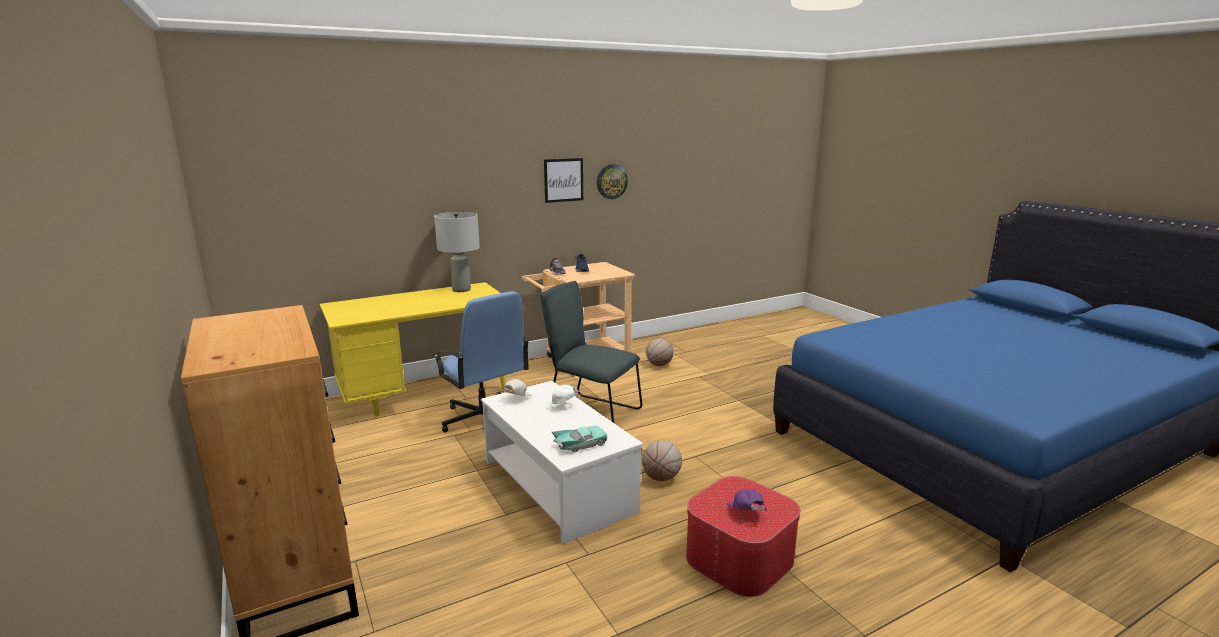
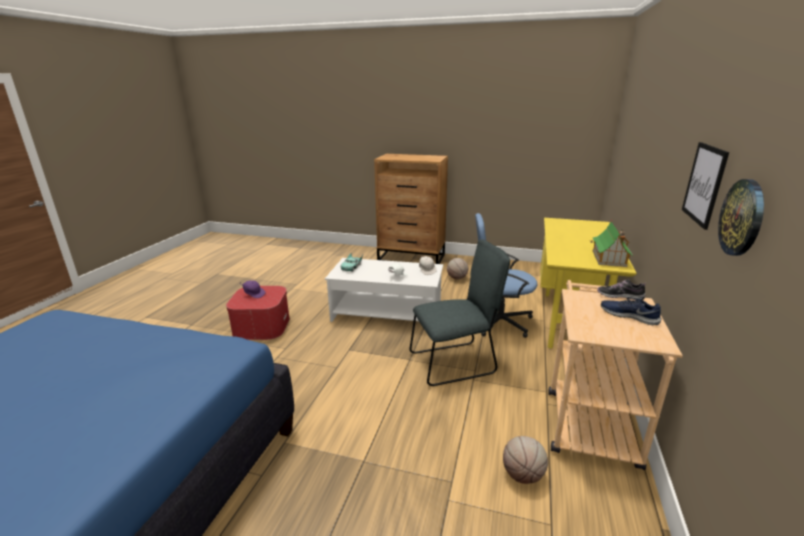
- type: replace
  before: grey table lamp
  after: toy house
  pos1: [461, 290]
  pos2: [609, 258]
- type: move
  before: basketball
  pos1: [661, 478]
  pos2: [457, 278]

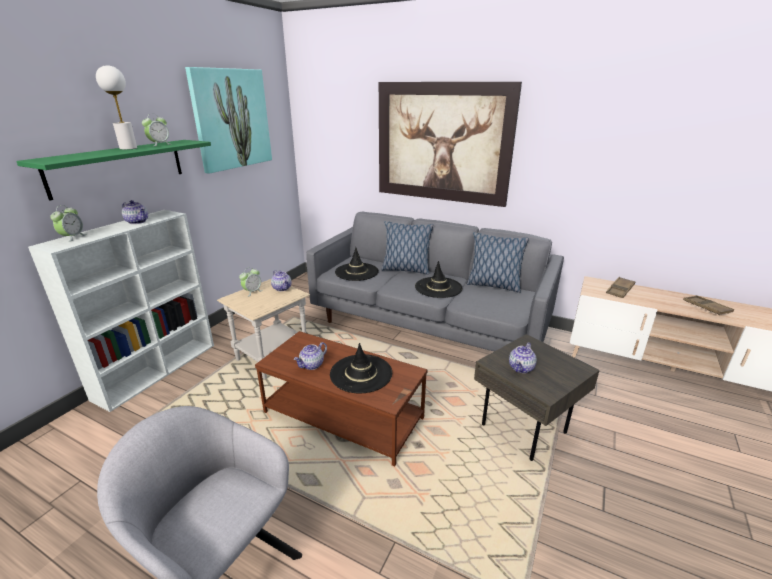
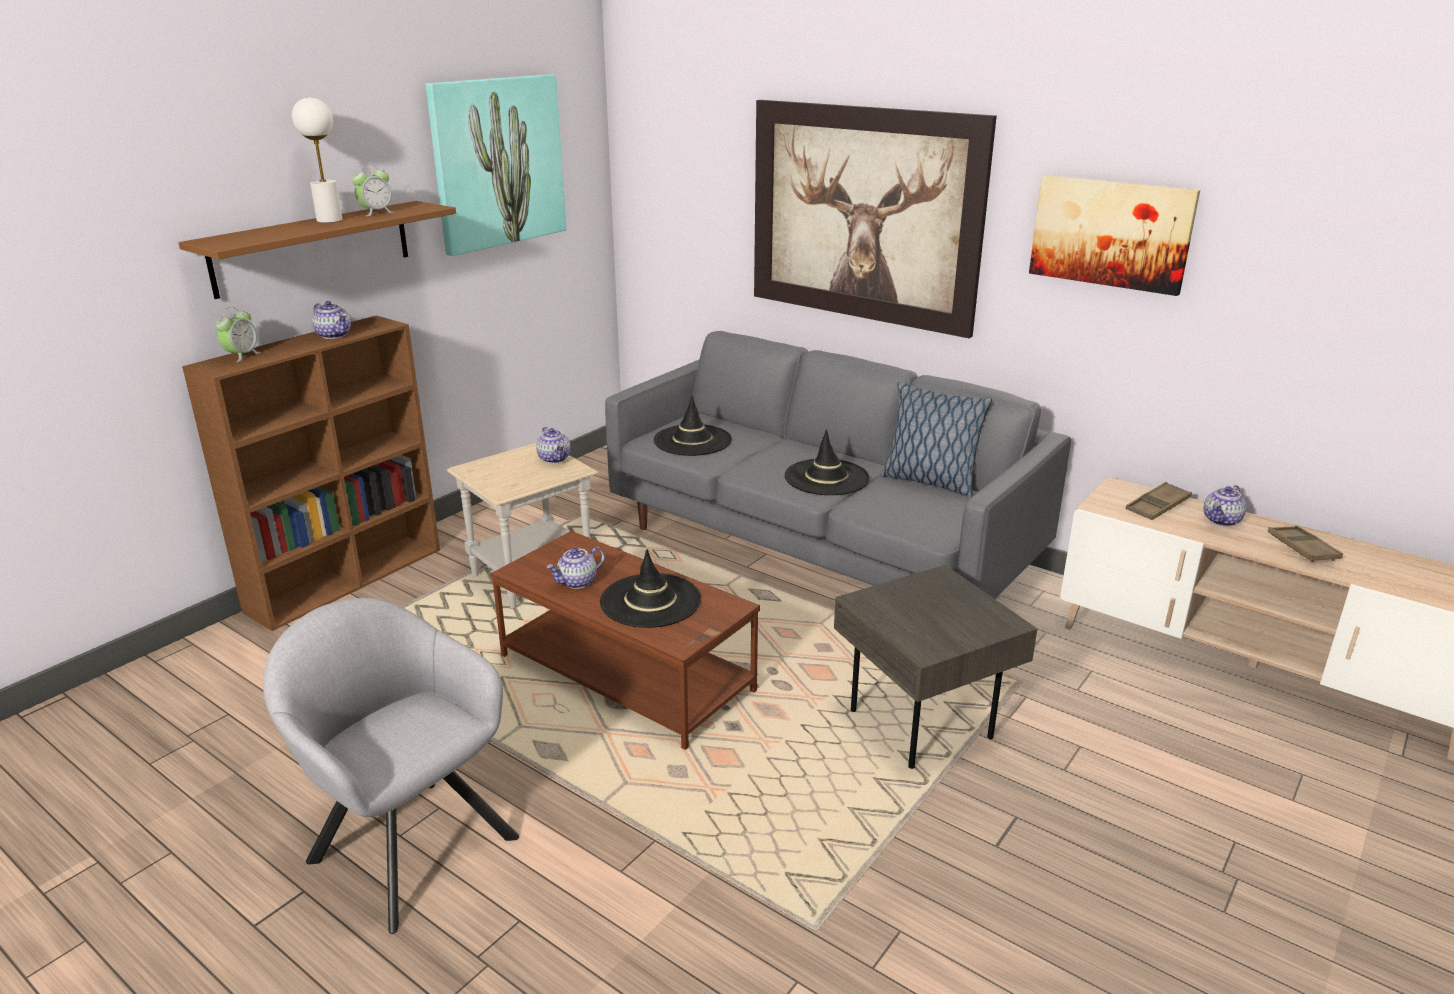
- type: recolor
  before: green shelf
  after: brown shelf
  pos1: [118, 167]
  pos2: [313, 248]
- type: recolor
  before: white bookcase
  after: brown bookcase
  pos1: [158, 370]
  pos2: [348, 579]
- type: delete
  before: alarm clock
  pos1: [252, 292]
- type: delete
  before: pillow
  pos1: [405, 270]
- type: move
  before: teapot
  pos1: [521, 368]
  pos2: [1222, 521]
- type: insert
  after: picture
  pos2: [1111, 233]

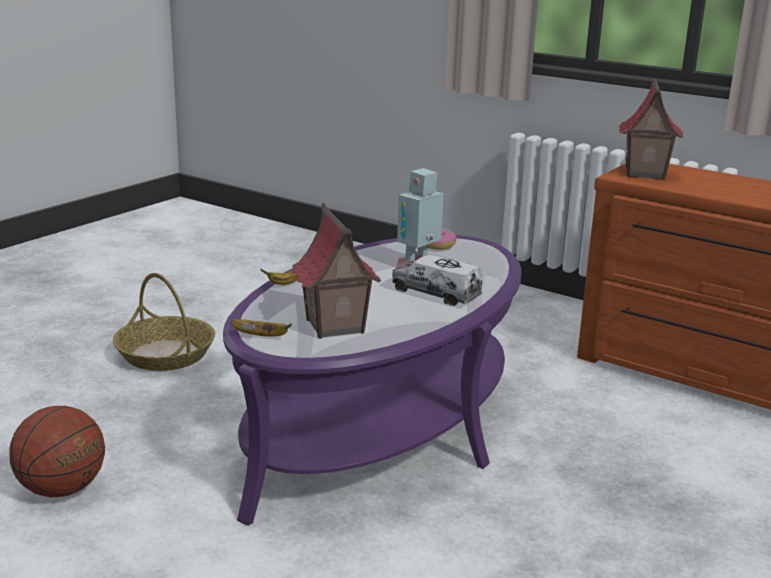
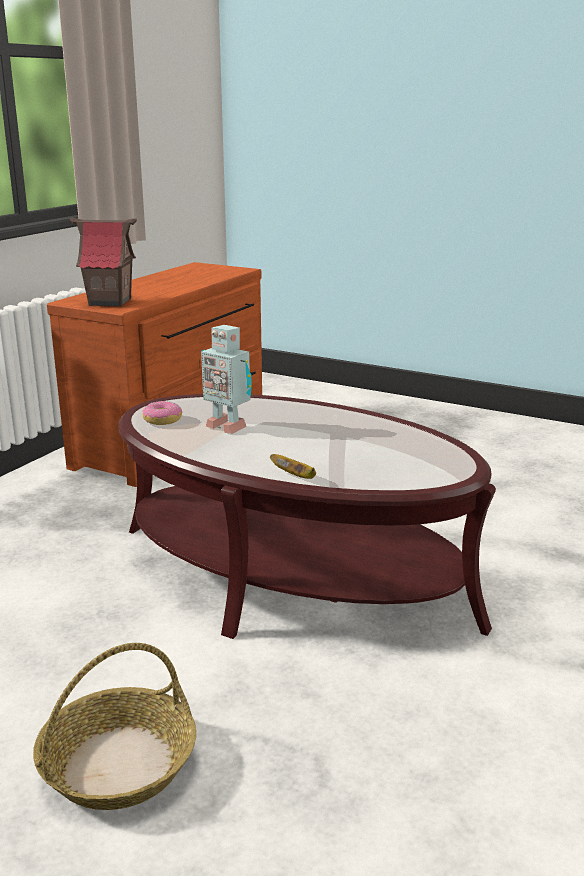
- type: delete
  before: basketball
  pos1: [62, 490]
- type: recolor
  before: purple coffee table
  after: brown coffee table
  pos1: [381, 426]
  pos2: [292, 575]
- type: delete
  before: banana
  pos1: [262, 336]
- type: delete
  before: toy house
  pos1: [334, 326]
- type: delete
  before: toy truck
  pos1: [436, 293]

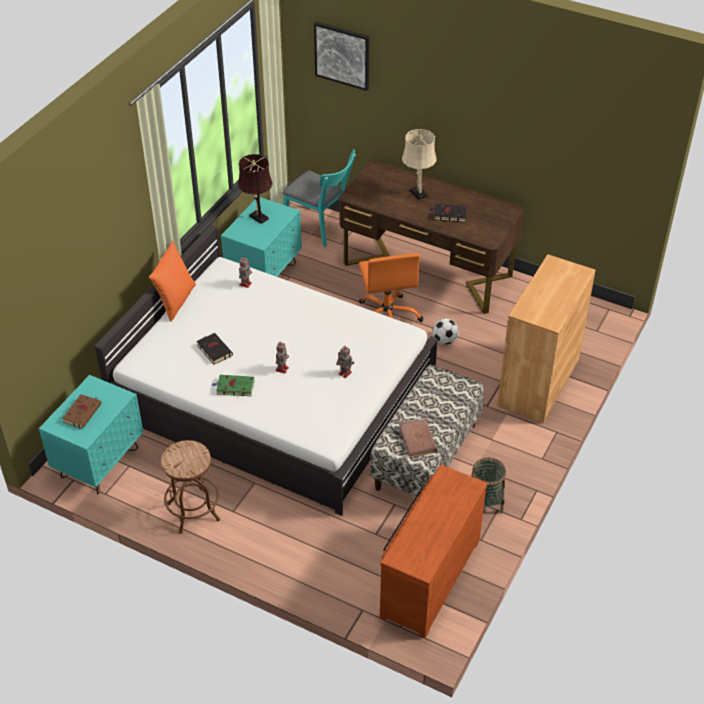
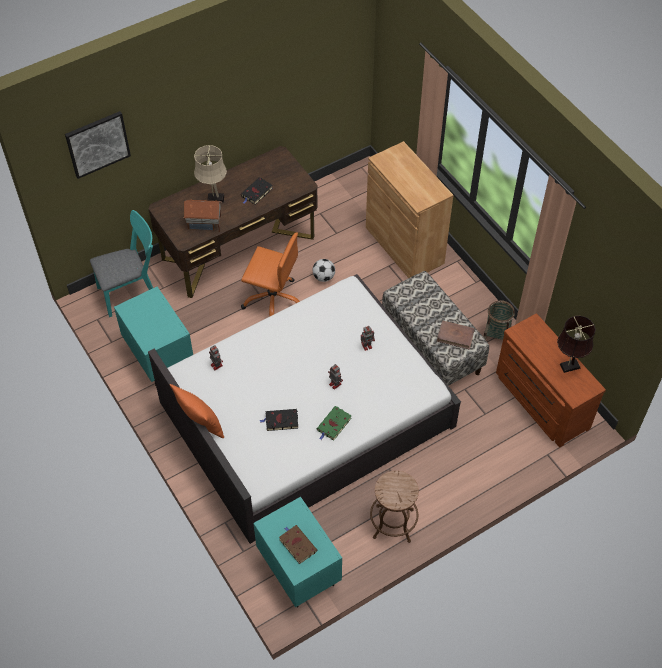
- type: move
  before: brown table lamp
  pos1: [257, 216]
  pos2: [568, 366]
- type: insert
  after: toy house
  pos2: [204, 224]

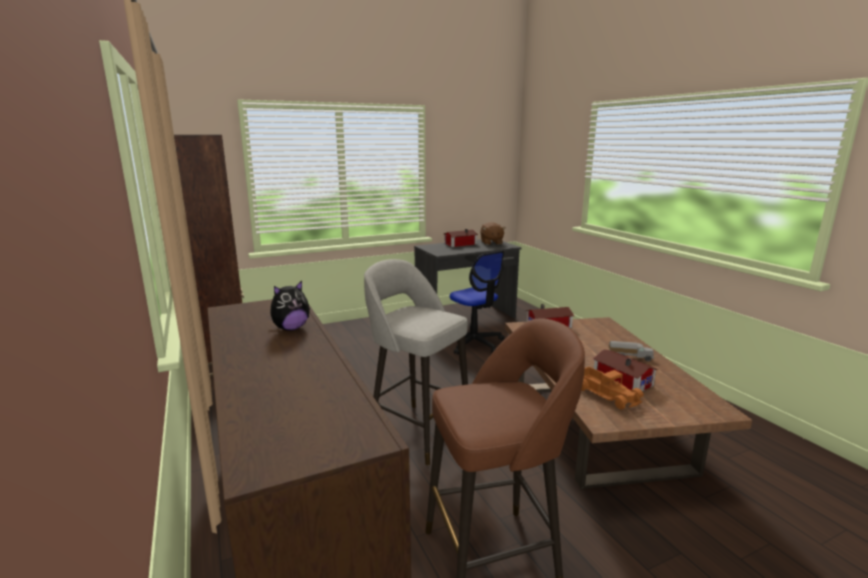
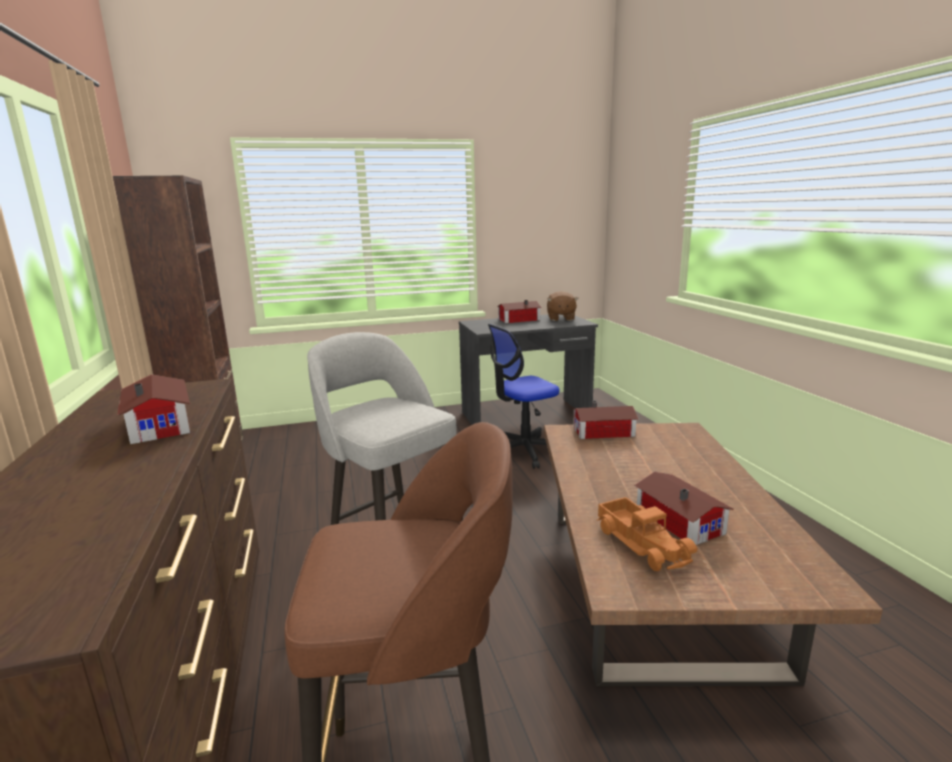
- type: replace
  before: plush toy
  after: toy house
  pos1: [290, 328]
  pos2: [162, 423]
- type: rotate
  before: office chair
  pos1: [474, 343]
  pos2: [523, 451]
  turn: 90
- type: delete
  before: toy truck
  pos1: [630, 357]

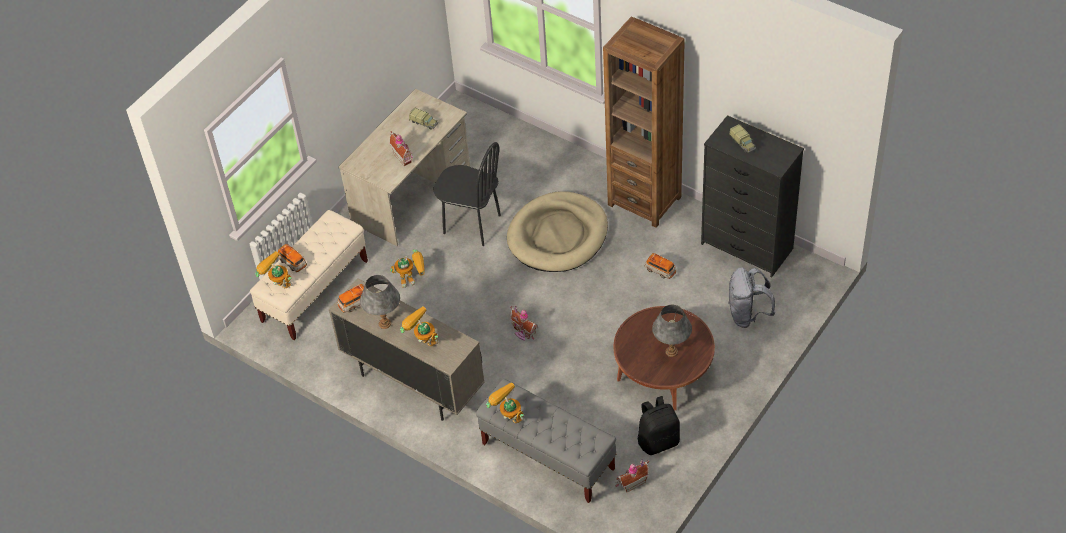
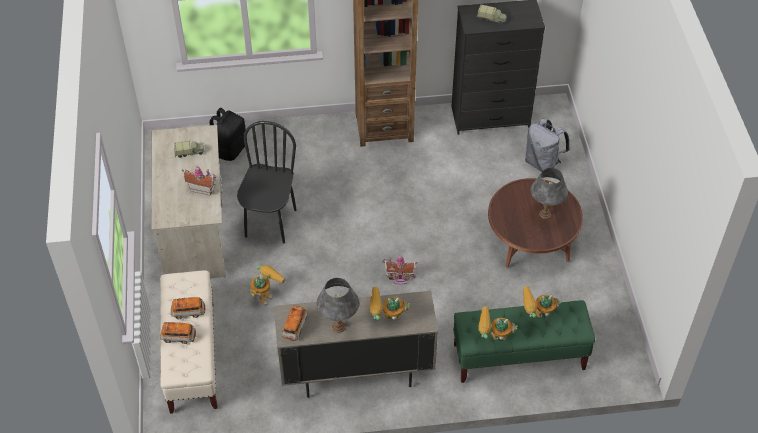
- type: move
  before: toy robot
  pos1: [277, 285]
  pos2: [536, 317]
- type: rotate
  before: black chair
  pos1: [472, 225]
  pos2: [270, 223]
  turn: -60
- type: recolor
  before: grey bench
  after: green bench
  pos1: [547, 456]
  pos2: [518, 357]
- type: delete
  before: beige dog bed
  pos1: [558, 235]
- type: delete
  before: toy house
  pos1: [631, 482]
- type: move
  before: black backpack
  pos1: [658, 441]
  pos2: [230, 149]
- type: move
  before: toy car
  pos1: [660, 271]
  pos2: [188, 312]

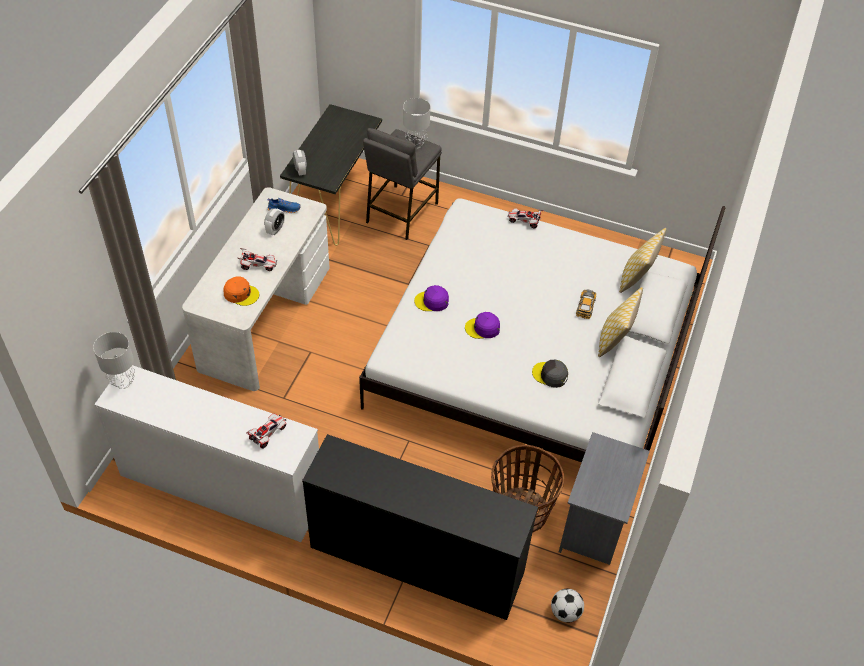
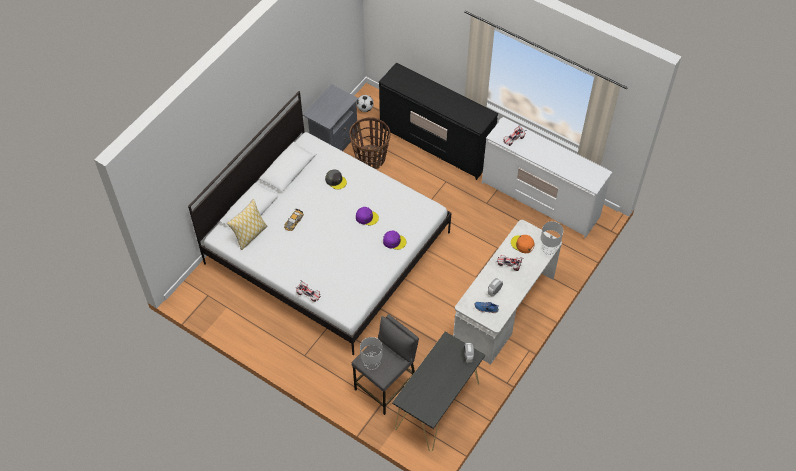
- type: move
  before: grey table lamp
  pos1: [123, 381]
  pos2: [548, 250]
- type: delete
  before: pillow
  pos1: [614, 339]

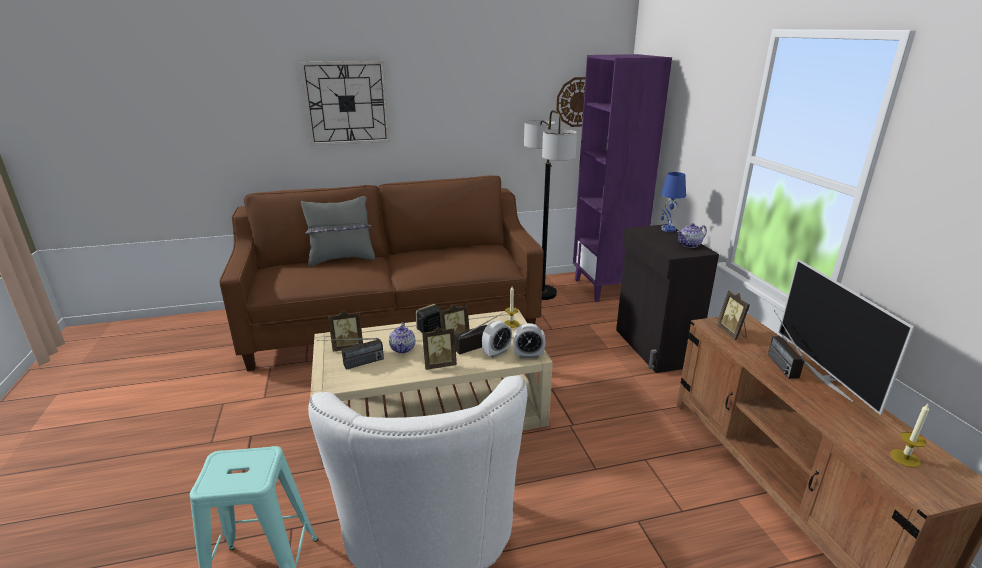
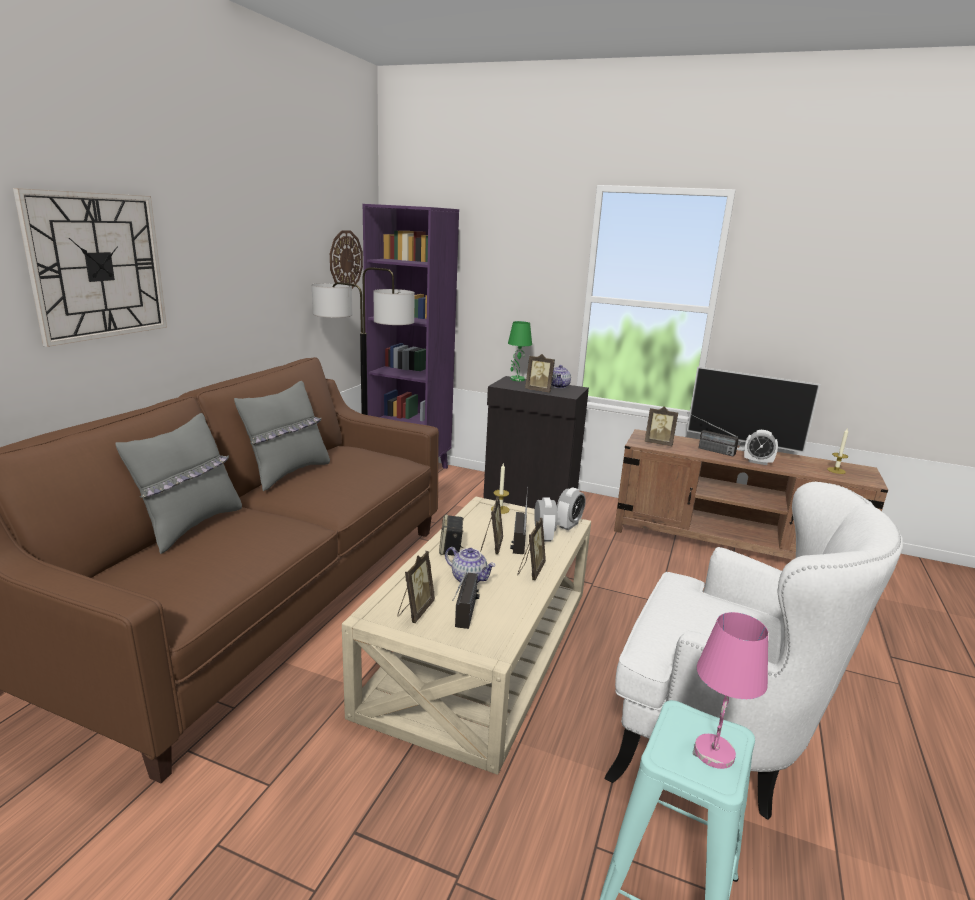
- type: recolor
  before: blue table lamp
  after: green table lamp
  pos1: [667, 229]
  pos2: [517, 379]
- type: insert
  after: grey pillow
  pos2: [288, 473]
- type: insert
  after: picture frame
  pos2: [539, 390]
- type: insert
  after: pink table lamp
  pos2: [714, 754]
- type: insert
  after: alarm clock
  pos2: [757, 462]

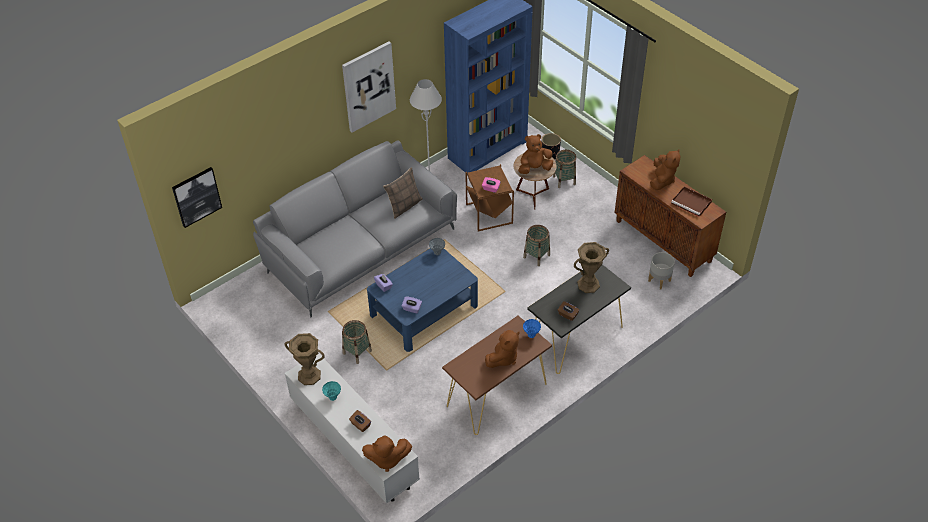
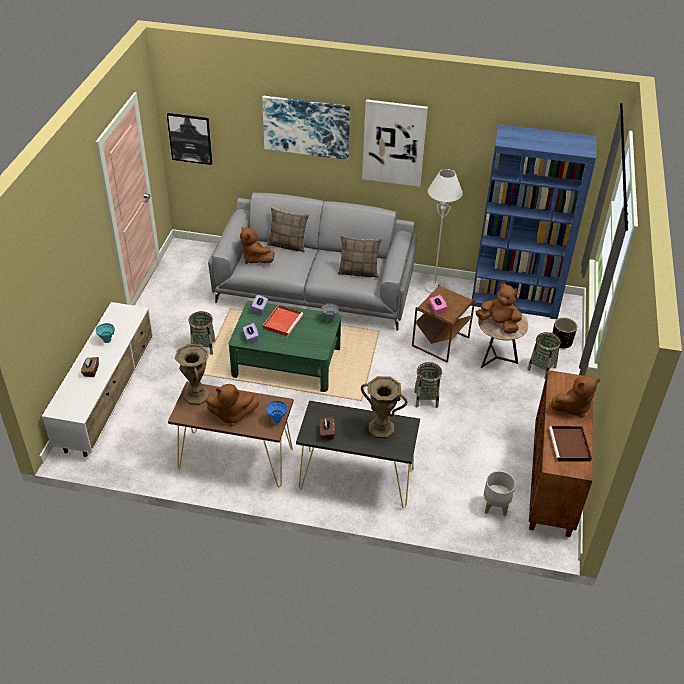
- type: move
  before: brown vase
  pos1: [309, 376]
  pos2: [196, 395]
- type: move
  before: brown plush toy
  pos1: [386, 459]
  pos2: [255, 259]
- type: recolor
  before: blue coffee table
  after: green coffee table
  pos1: [424, 310]
  pos2: [286, 361]
- type: insert
  after: picture
  pos2: [306, 127]
- type: insert
  after: red tray
  pos2: [282, 321]
- type: insert
  after: pillow
  pos2: [288, 245]

